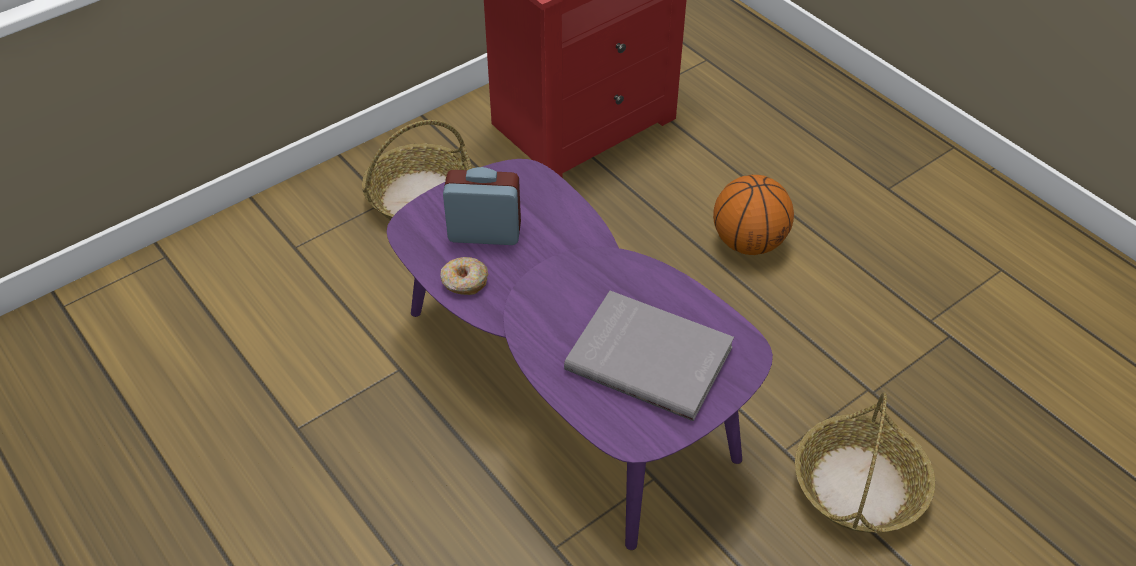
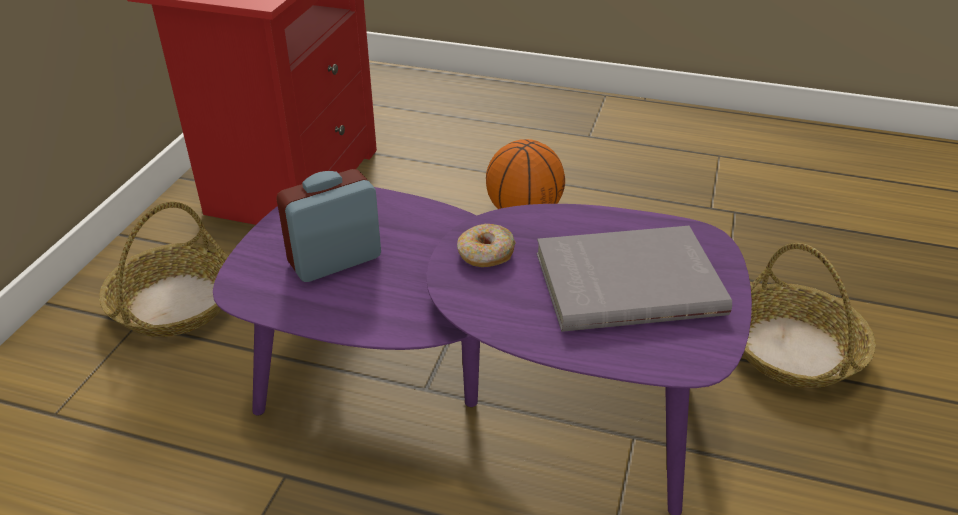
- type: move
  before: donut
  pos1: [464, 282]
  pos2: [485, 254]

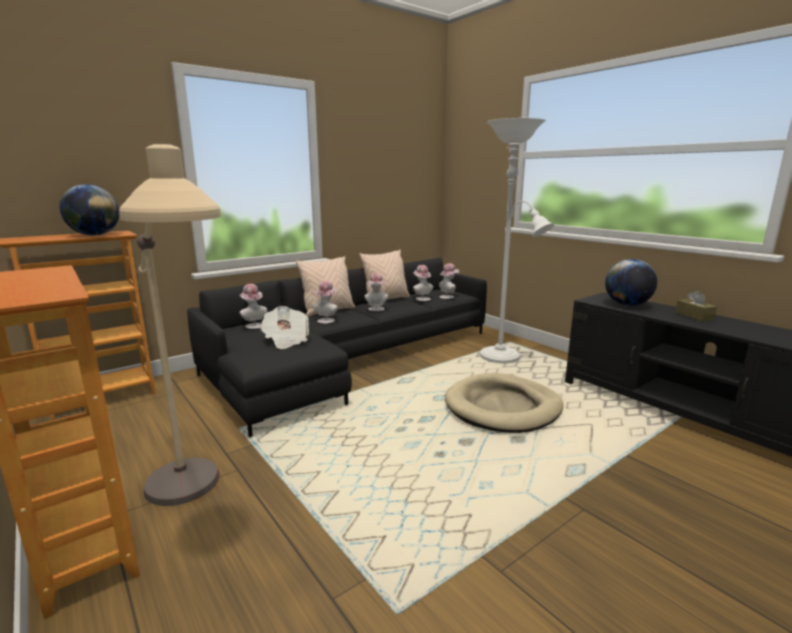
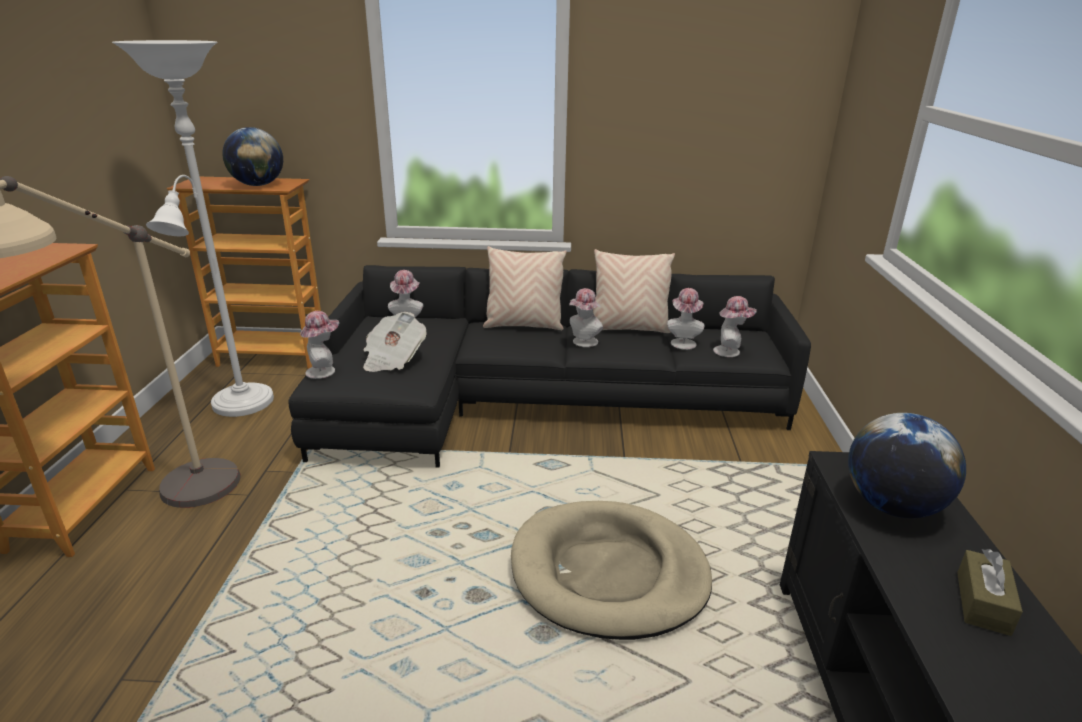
- type: move
  before: hat
  pos1: [327, 320]
  pos2: [324, 371]
- type: move
  before: white floor lamp
  pos1: [504, 358]
  pos2: [239, 406]

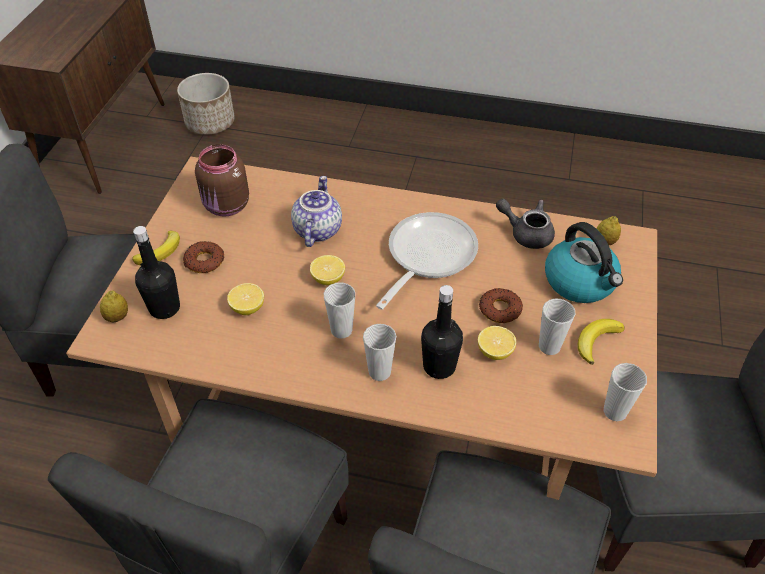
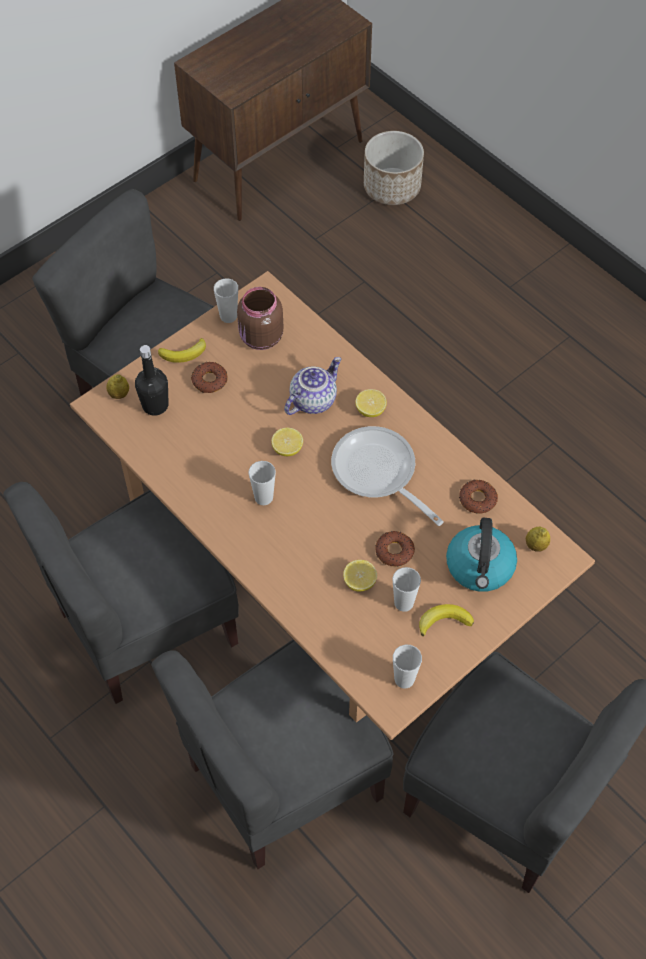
- type: move
  before: lemon
  pos1: [247, 308]
  pos2: [370, 410]
- type: move
  before: cup
  pos1: [379, 372]
  pos2: [228, 316]
- type: rotate
  before: frying pan
  pos1: [427, 256]
  pos2: [378, 473]
  turn: -105
- type: delete
  before: black bottle
  pos1: [439, 366]
- type: replace
  before: grey teapot
  after: donut
  pos1: [526, 233]
  pos2: [477, 499]

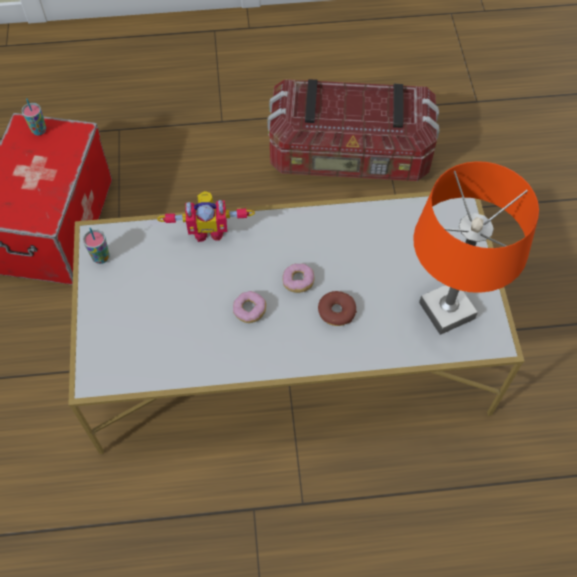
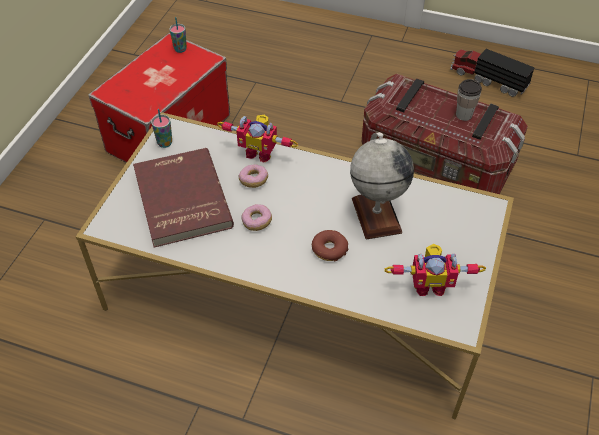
- type: move
  before: donut
  pos1: [298, 282]
  pos2: [253, 180]
- type: replace
  before: orange table lamp
  after: toy robot
  pos1: [447, 310]
  pos2: [429, 284]
- type: insert
  after: red book
  pos2: [180, 200]
- type: insert
  after: globe
  pos2: [376, 215]
- type: insert
  after: toy truck
  pos2: [487, 79]
- type: insert
  after: cup
  pos2: [464, 115]

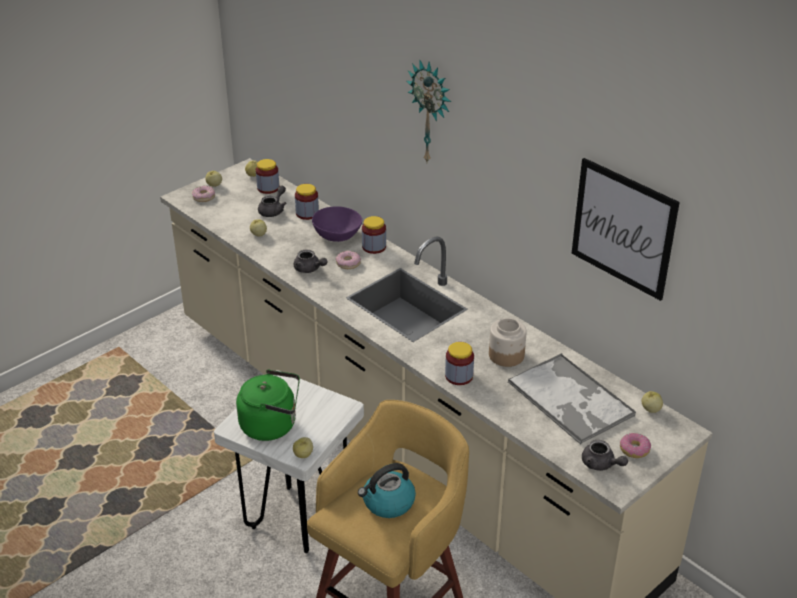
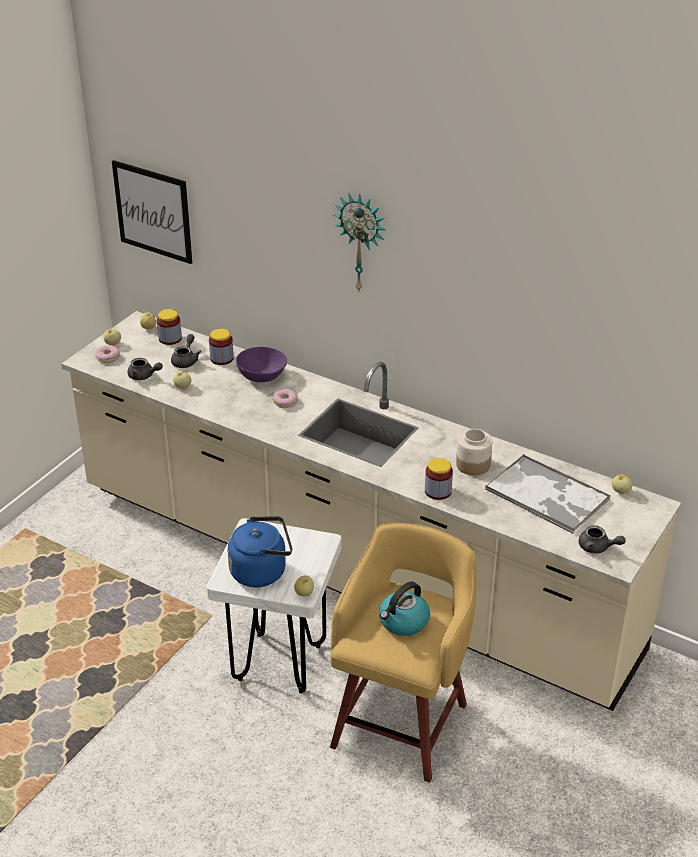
- type: recolor
  before: green kettle
  after: blue kettle
  pos1: [272, 425]
  pos2: [262, 571]
- type: move
  before: grey teapot
  pos1: [309, 269]
  pos2: [144, 376]
- type: delete
  before: jar
  pos1: [374, 247]
- type: move
  before: picture
  pos1: [623, 228]
  pos2: [153, 211]
- type: delete
  before: donut
  pos1: [634, 450]

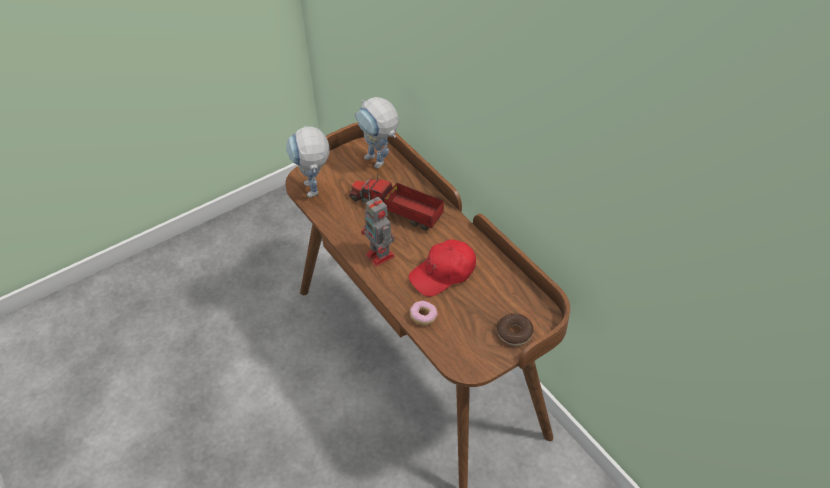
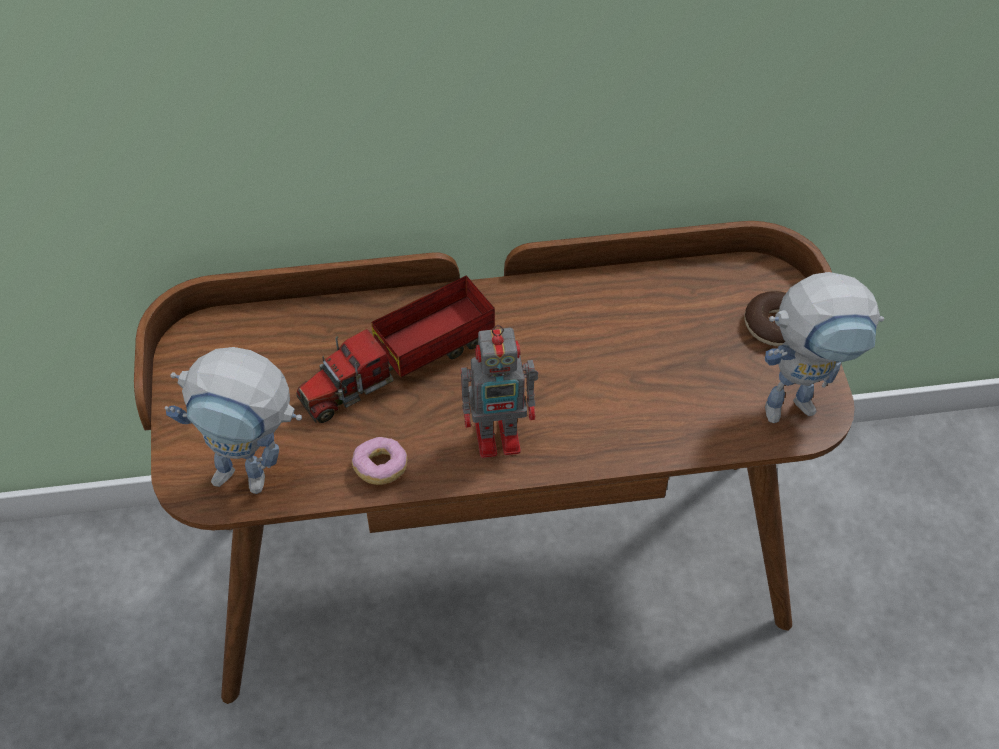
- type: move
  before: toy robot
  pos1: [380, 163]
  pos2: [800, 403]
- type: delete
  before: red cap
  pos1: [443, 274]
- type: move
  before: donut
  pos1: [423, 317]
  pos2: [380, 467]

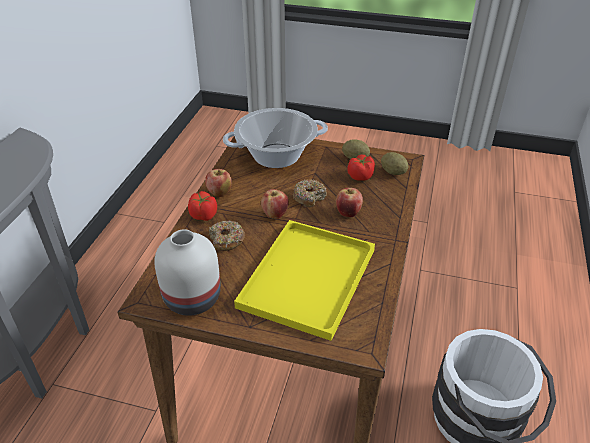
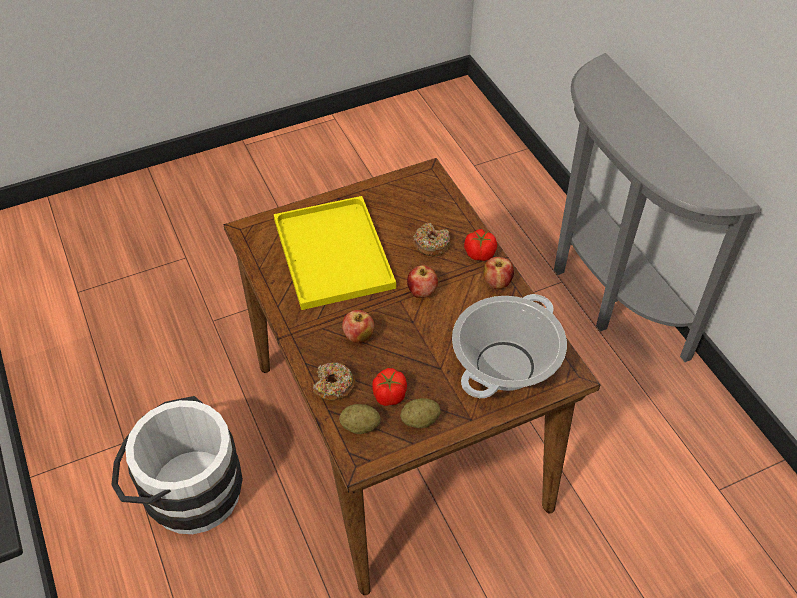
- type: delete
  before: white vase
  pos1: [191, 298]
- type: move
  before: donut
  pos1: [309, 197]
  pos2: [333, 386]

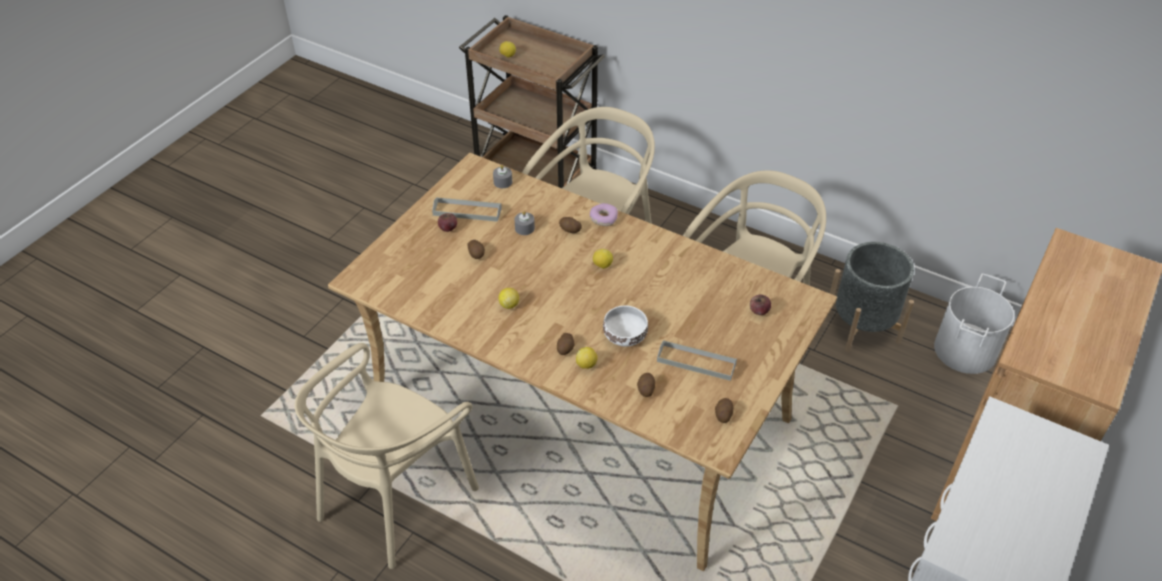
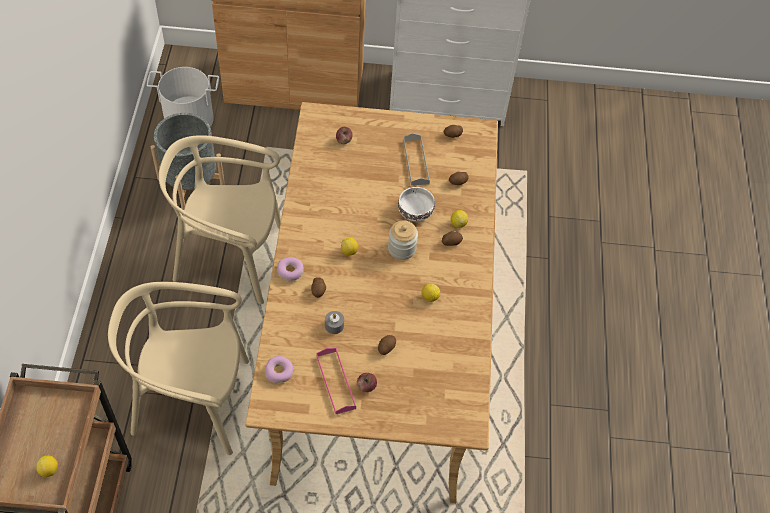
- type: delete
  before: beige chair
  pos1: [396, 498]
- type: recolor
  before: grey tray
  after: pink tray
  pos1: [467, 211]
  pos2: [336, 382]
- type: replace
  before: grey candle
  after: donut
  pos1: [503, 182]
  pos2: [279, 372]
- type: insert
  after: jar
  pos2: [401, 248]

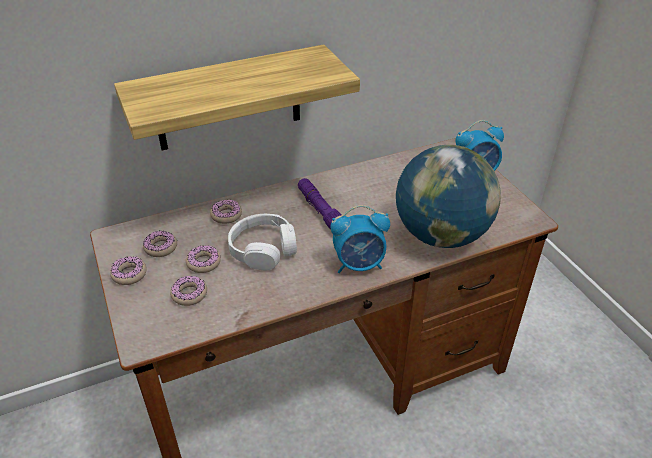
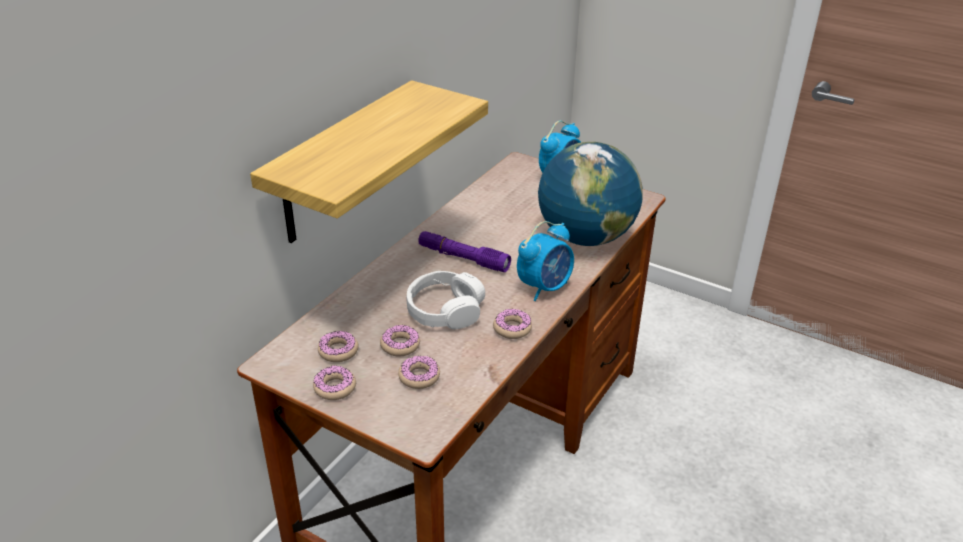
- type: move
  before: donut
  pos1: [226, 215]
  pos2: [512, 328]

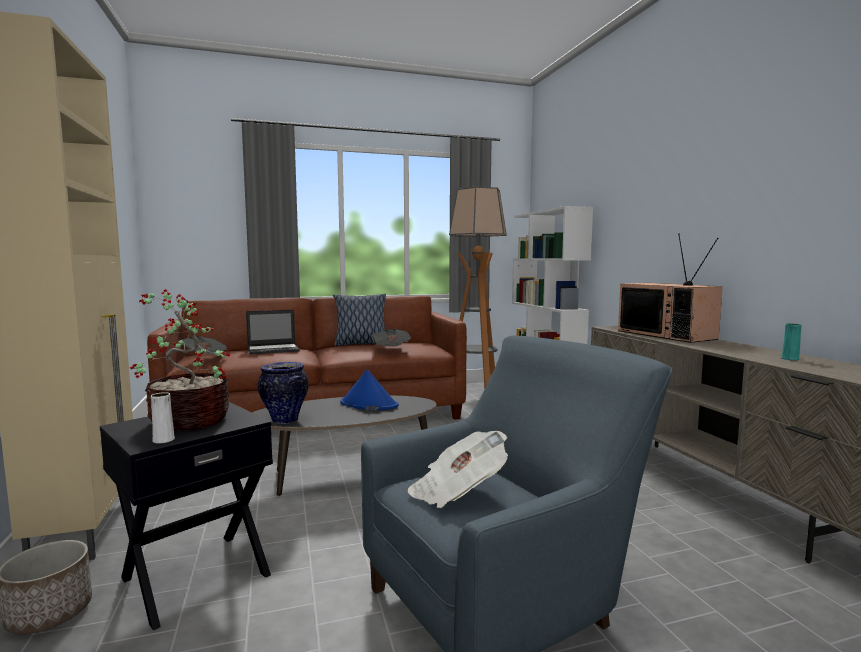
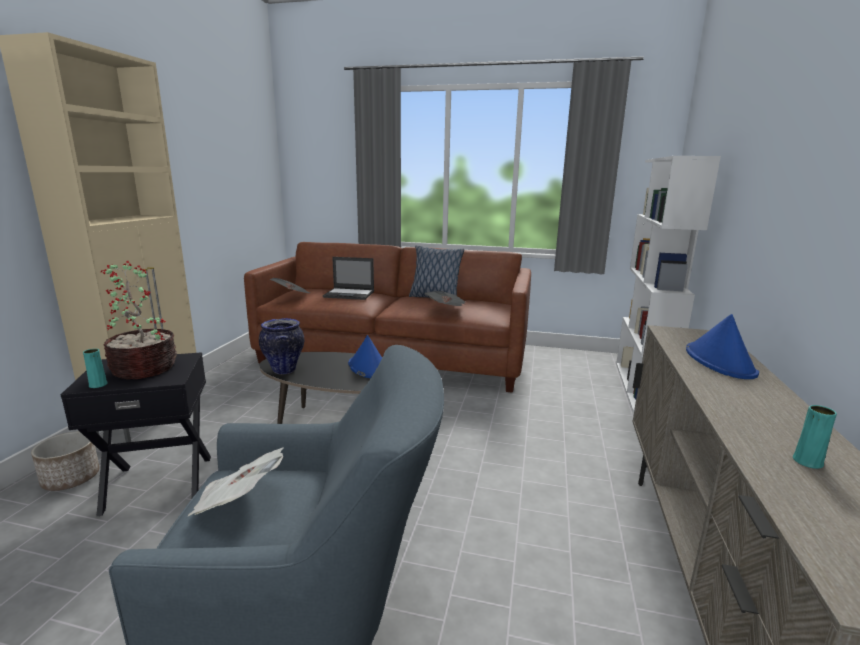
- type: recolor
  before: white vase
  after: turquoise vase
  pos1: [163, 440]
  pos2: [98, 385]
- type: delete
  before: floor lamp
  pos1: [476, 394]
- type: replace
  before: television
  after: blue hat
  pos1: [667, 335]
  pos2: [720, 361]

